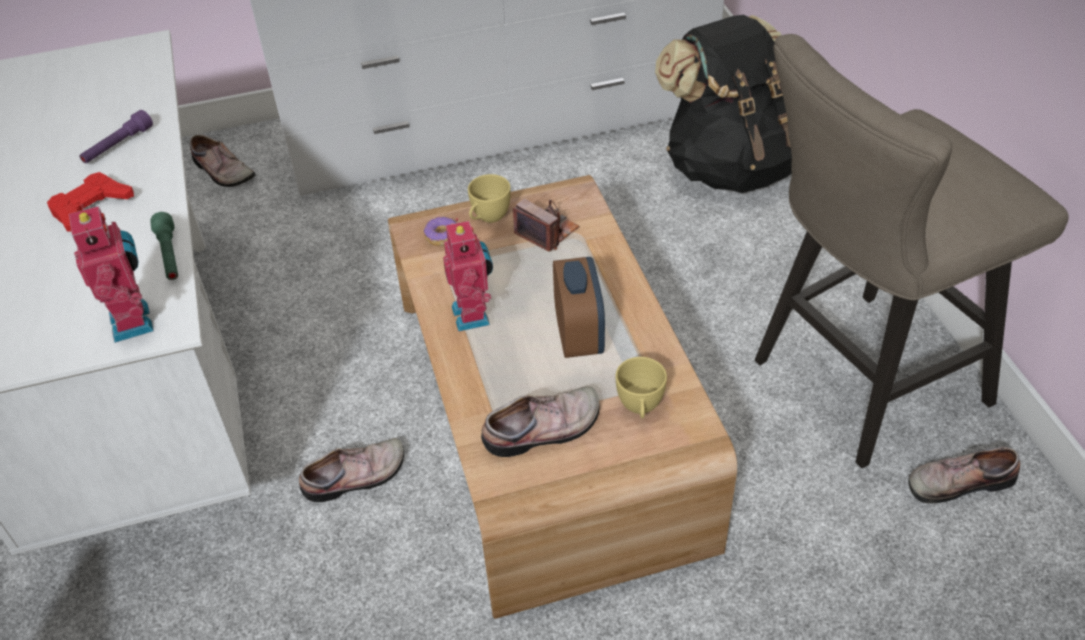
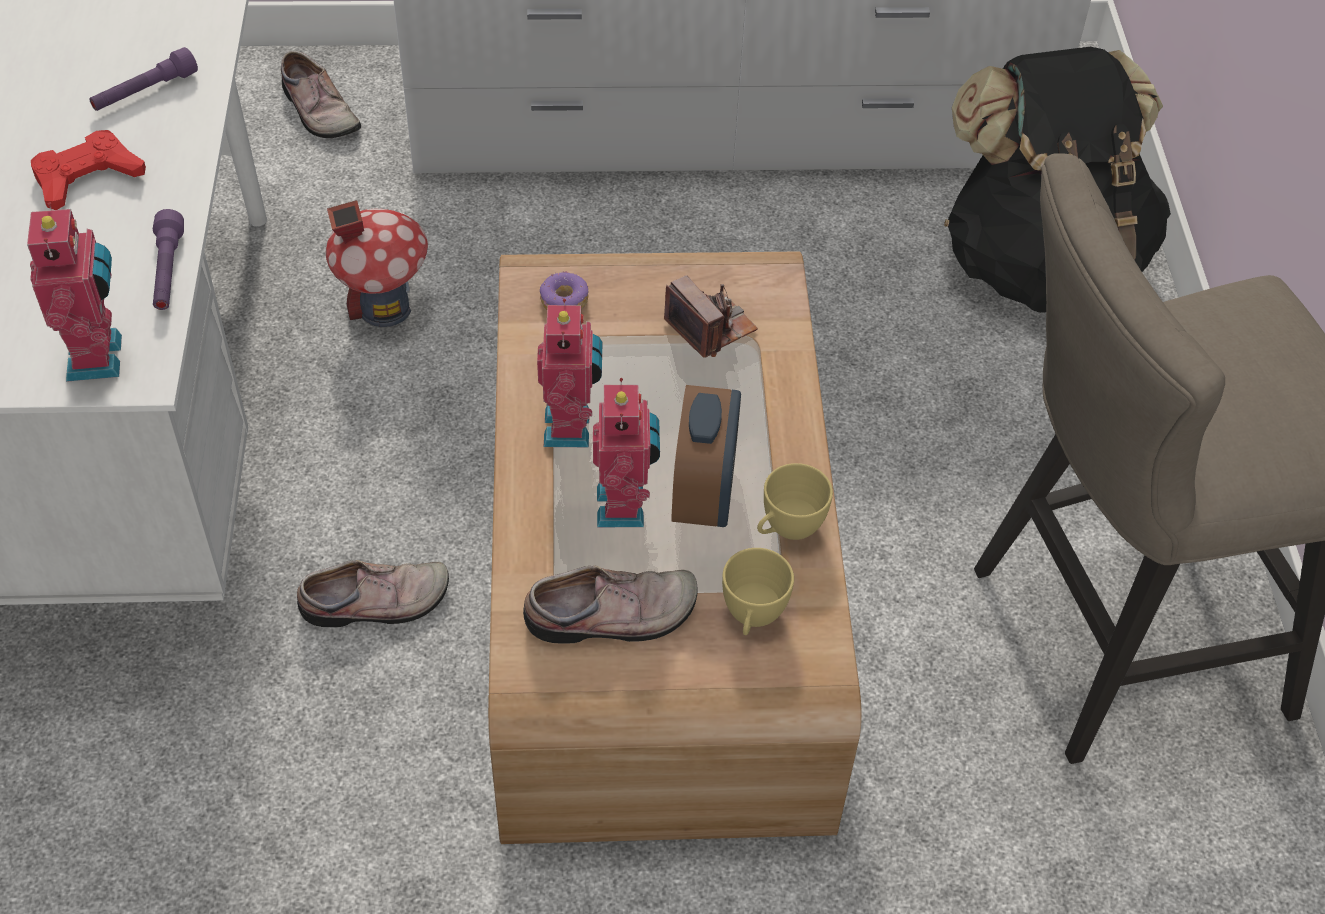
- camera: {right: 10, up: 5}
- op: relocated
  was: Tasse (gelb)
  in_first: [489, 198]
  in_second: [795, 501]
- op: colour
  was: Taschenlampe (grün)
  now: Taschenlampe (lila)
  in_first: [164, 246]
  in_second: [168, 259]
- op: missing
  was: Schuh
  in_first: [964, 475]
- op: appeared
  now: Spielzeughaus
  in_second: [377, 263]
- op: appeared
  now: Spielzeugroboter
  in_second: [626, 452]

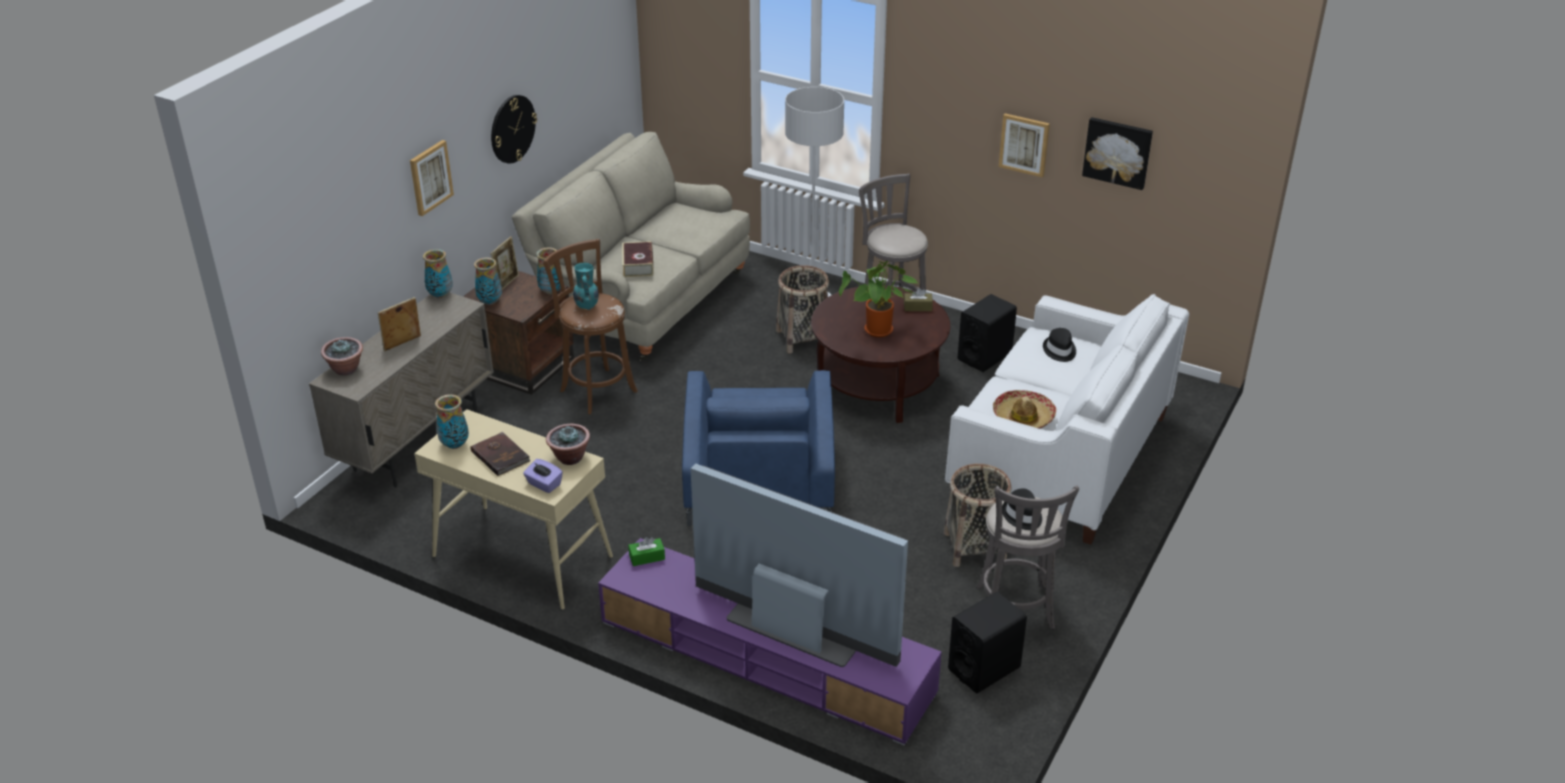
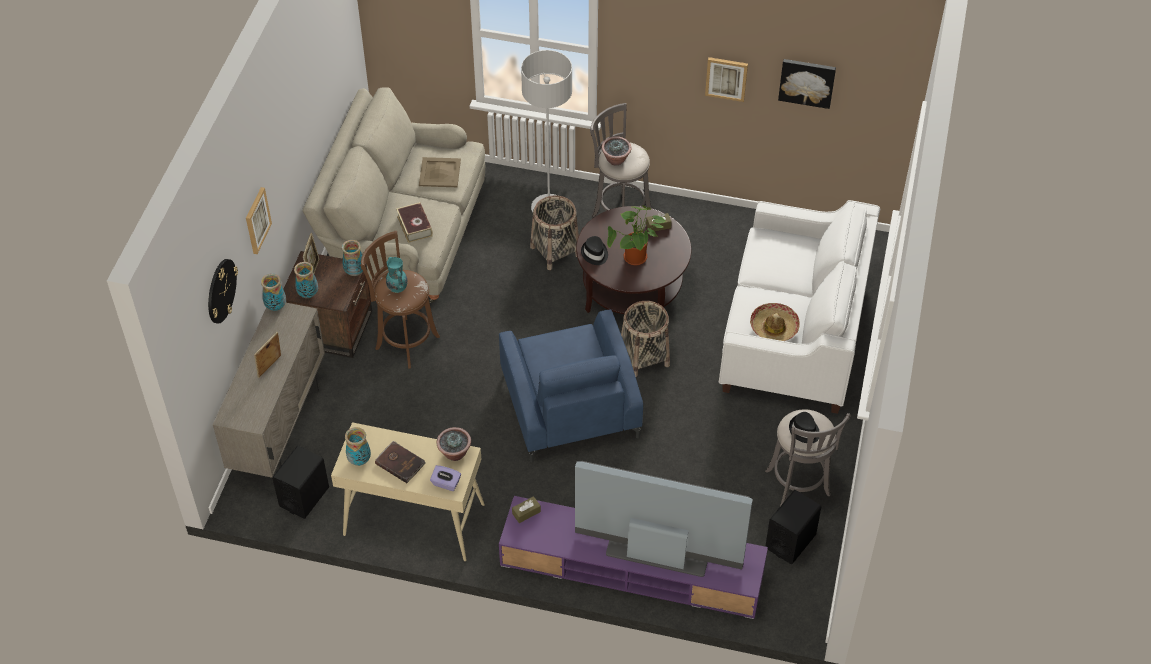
- camera: {right: -15, up: 15}
- op: relocated
  was: Wanduhr
  in_first: [514, 129]
  in_second: [223, 291]
- op: relocated
  was: Lautsprecher (schwarz)
  in_first: [987, 333]
  in_second: [300, 482]
- op: relocated
  was: Hut (schwarz)
  in_first: [1059, 345]
  in_second: [594, 250]
- op: relocated
  was: Topfpflanze
  in_first: [342, 356]
  in_second: [616, 150]
- op: relocated
  was: Korb
  in_first: [978, 515]
  in_second: [645, 339]
- op: colour
  was: Taschentuchbox (grün)
  now: Taschentuchbox (braun)
  in_first: [646, 551]
  in_second: [526, 509]
- op: appeared
  now: Tablett (beige)
  in_second: [440, 172]

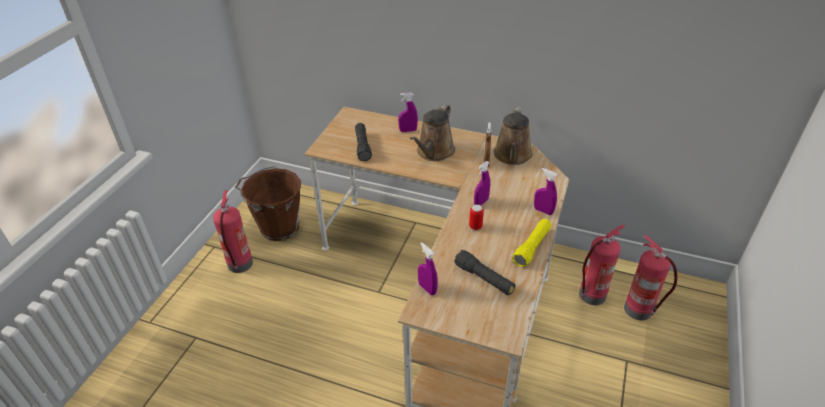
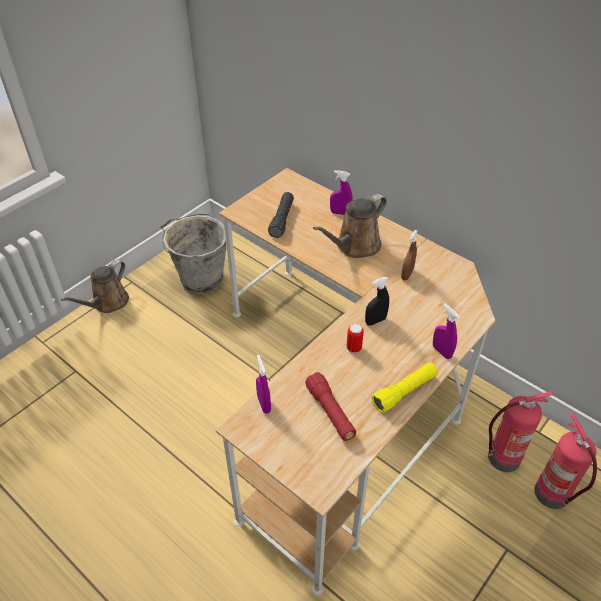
- camera: {right: 20, up: 5}
- op: relocated
  was: Gießkanne (braun)
  in_first: [513, 136]
  in_second: [95, 286]
- op: colour
  was: Sprühflasche (lila)
  now: Sprühflasche (schwarz)
  in_first: [482, 183]
  in_second: [377, 301]
- op: colour
  was: Eimer (braun)
  now: Eimer (grau)
  in_first: [268, 203]
  in_second: [193, 254]
- op: missing
  was: Feuerlöscher
  in_first: [233, 232]
- op: colour
  was: Taschenlampe (schwarz)
  now: Taschenlampe (rot)
  in_first: [484, 272]
  in_second: [330, 406]

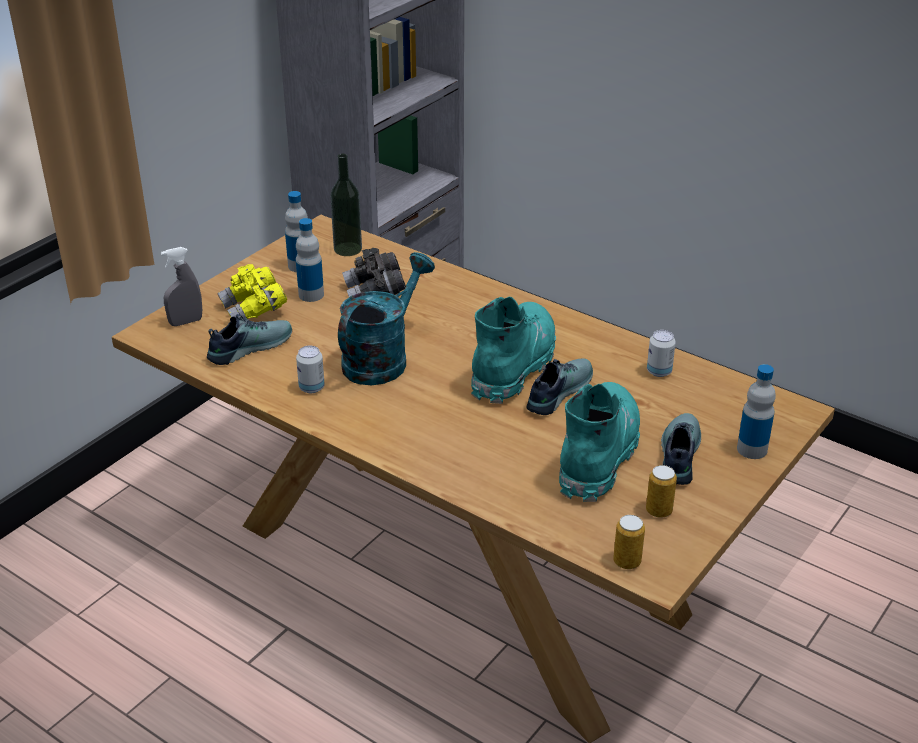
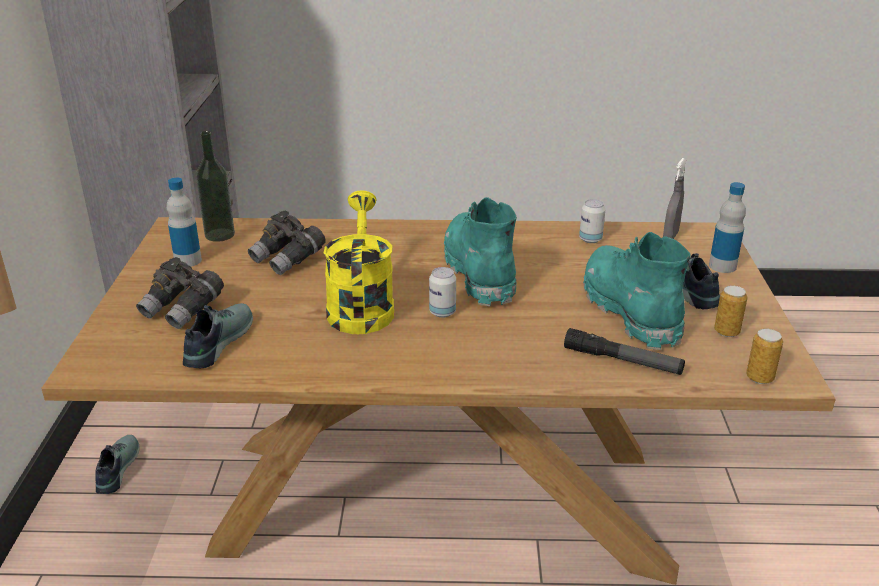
- camera: {right: -35, up: -5}
- op: missing
  was: Flasche
  in_first: [310, 260]
- op: relocated
  was: Sprühflasche (grau)
  in_first: [181, 286]
  in_second: [674, 198]
- op: colour
  was: Gießkanne (türkis)
  now: Gießkanne (gelb)
  in_first: [386, 318]
  in_second: [359, 262]
- op: colour
  was: Fernglas (gelb)
  now: Fernglas (grau)
  in_first: [252, 291]
  in_second: [180, 293]
- op: relocated
  was: Dose
  in_first: [310, 369]
  in_second: [442, 292]
- op: relocated
  was: Schuh
  in_first: [559, 386]
  in_second: [117, 464]
- op: appeared
  now: Taschenlampe
  in_second: [624, 351]

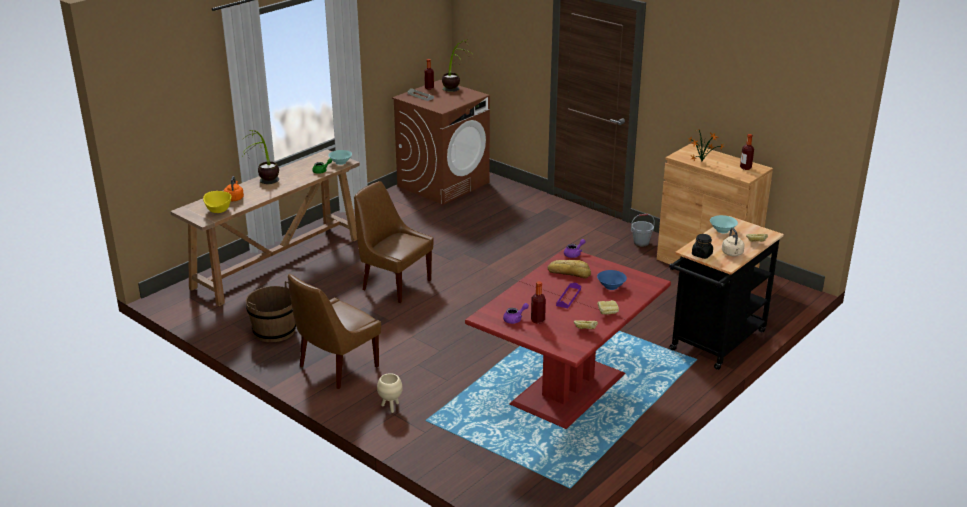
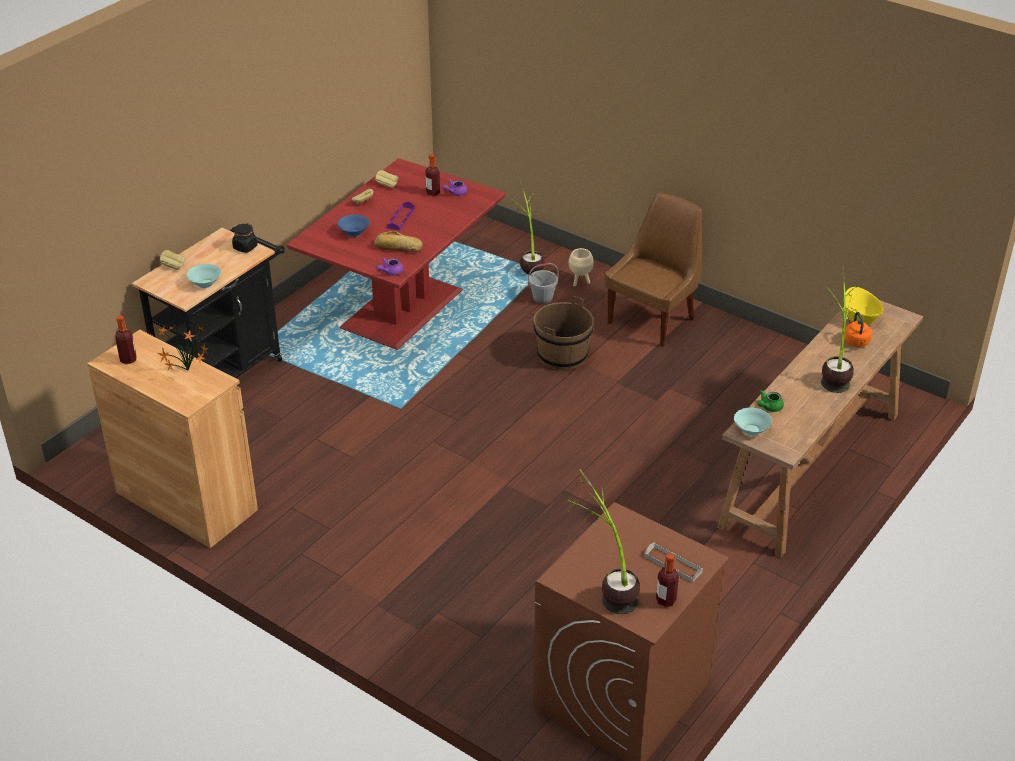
- camera: {right: 175, up: 10}
- op: missing
  was: Stuhl (braun)
  in_first: [393, 242]
- op: relocated
  was: Eimer (grau)
  in_first: [643, 230]
  in_second: [543, 283]
- op: missing
  was: Wasserkessel (beige)
  in_first: [733, 242]
- op: relocated
  was: Eimer (braun)
  in_first: [271, 311]
  in_second: [564, 333]
- op: appeared
  now: Topfpflanze
  in_second: [527, 226]

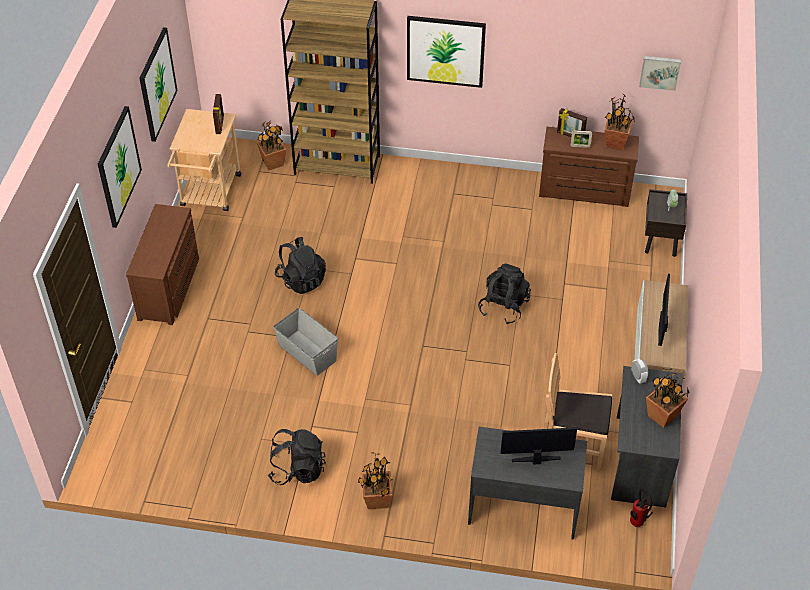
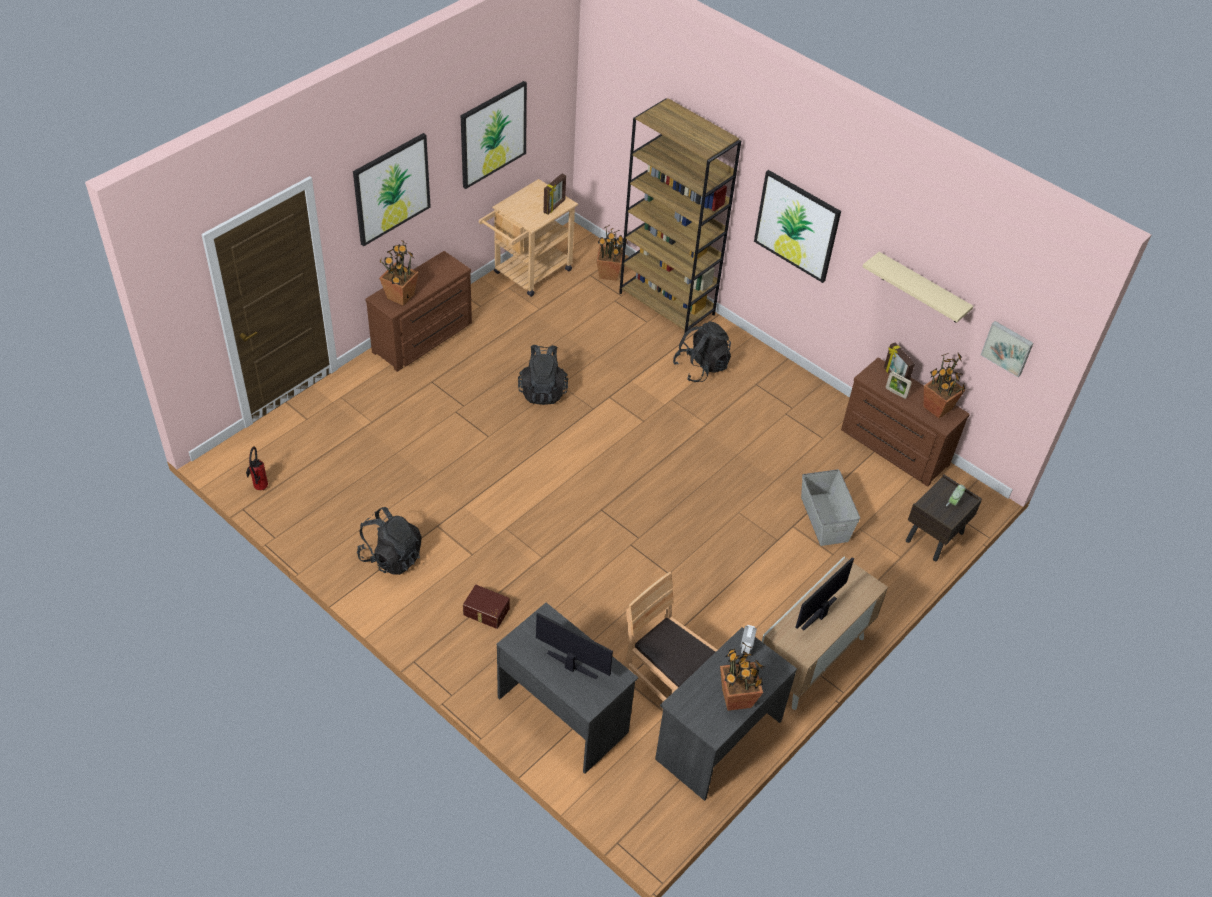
- camera: {right: 30, up: 0}
- op: relocated
  was: Rucksack (schwarz)
  in_first: [504, 294]
  in_second: [702, 351]
- op: relocated
  was: Aufbewahrungsbox (grau)
  in_first: [305, 342]
  in_second: [830, 507]
- op: relocated
  was: Topfpflanze
  in_first: [375, 480]
  in_second: [399, 272]
- op: relocated
  was: Feuerlöscher
  in_first: [641, 508]
  in_second: [257, 468]
- op: appeared
  now: Wandregal (beige)
  in_second: [918, 287]
- op: appeared
  now: Aufbewahrungsbox (braun)
  in_second: [486, 607]

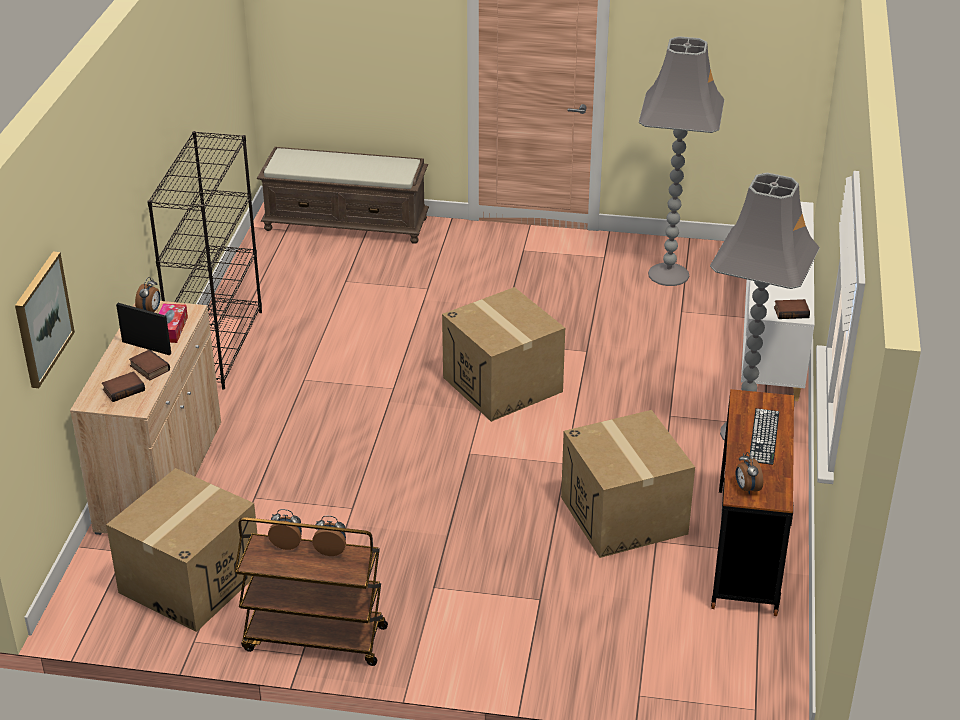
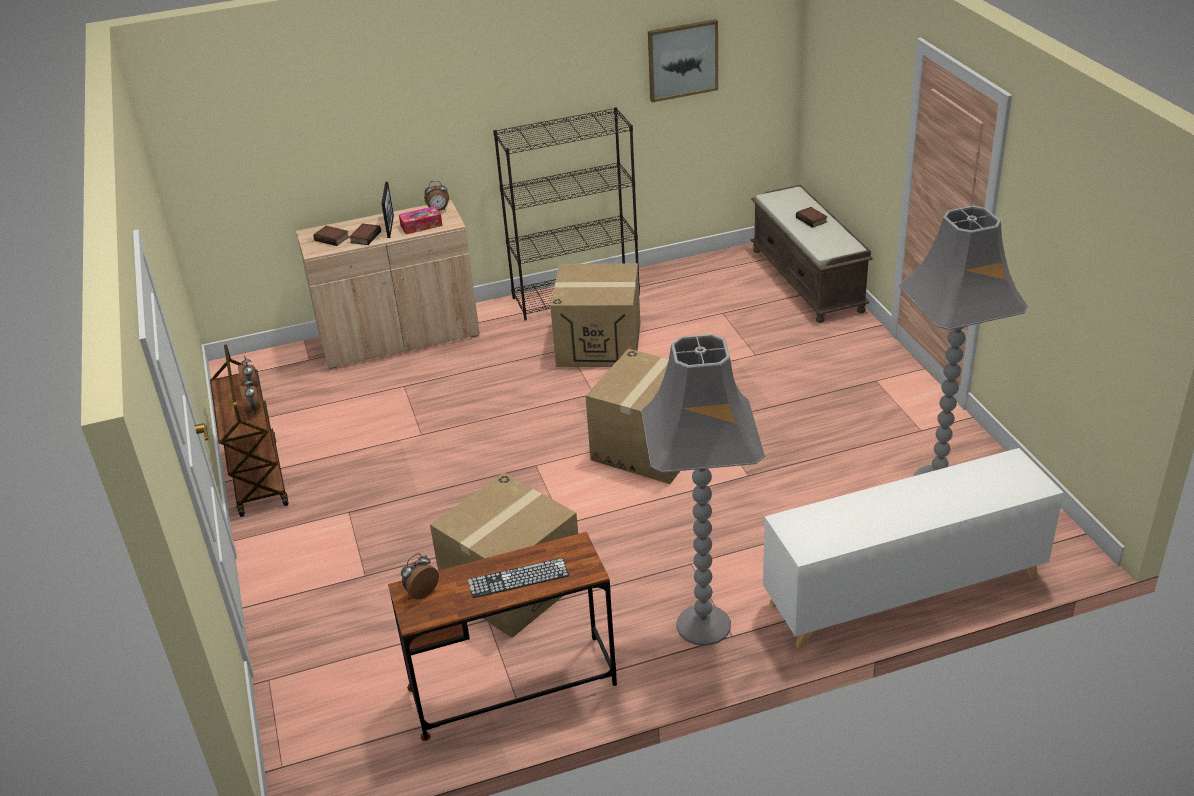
- camera: {right: 65, up: 0}
- op: relocated
  was: Bild
  in_first: [45, 320]
  in_second: [683, 60]
- op: relocated
  was: Buch
  in_first: [792, 309]
  in_second: [812, 217]
- op: relocated
  was: Karton
  in_first: [181, 550]
  in_second: [595, 315]

